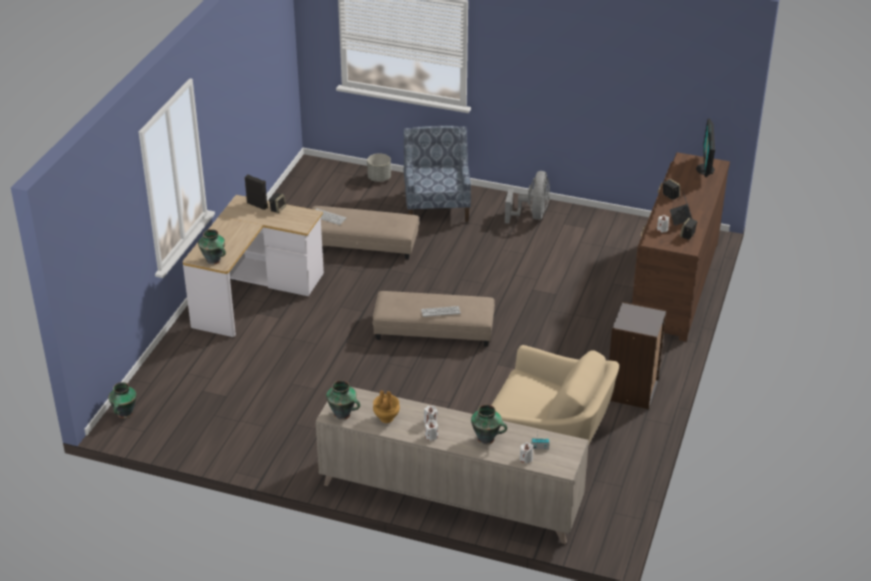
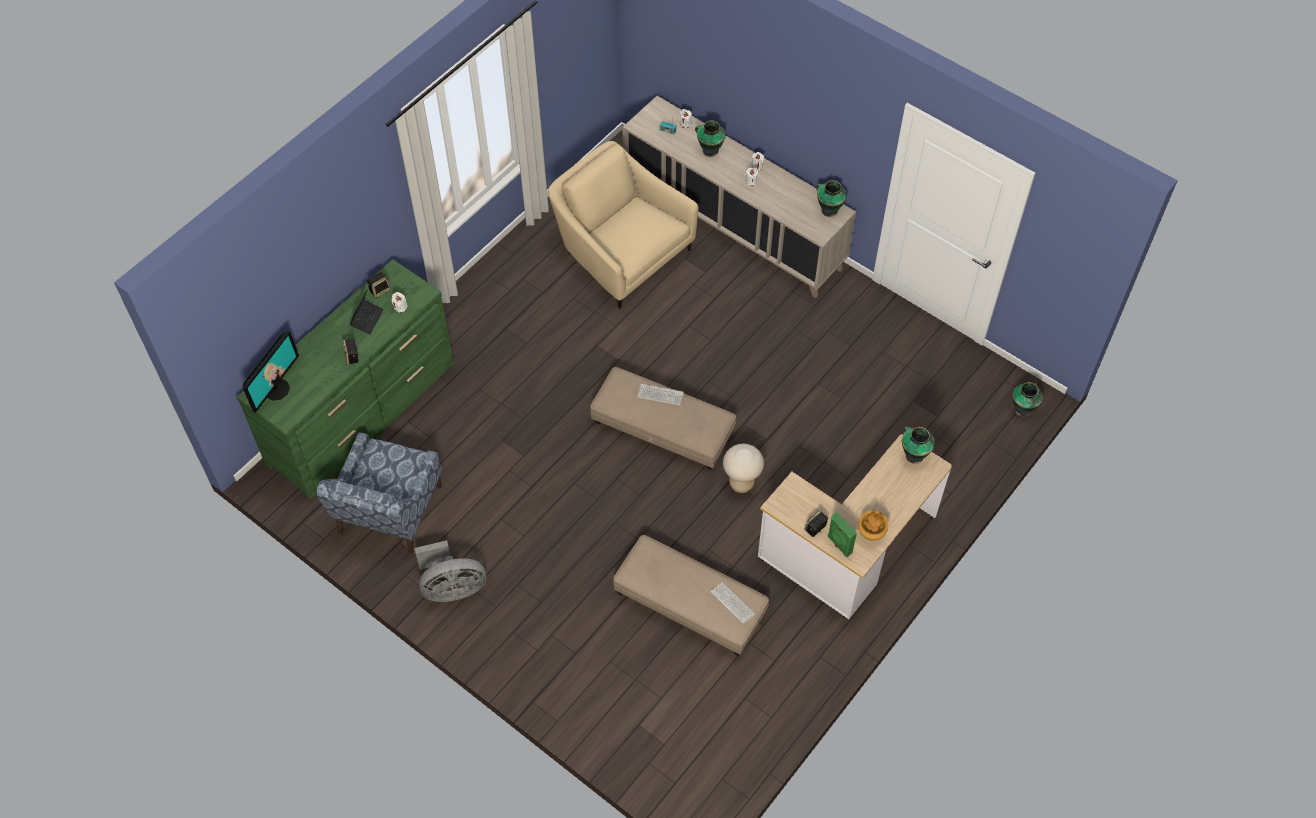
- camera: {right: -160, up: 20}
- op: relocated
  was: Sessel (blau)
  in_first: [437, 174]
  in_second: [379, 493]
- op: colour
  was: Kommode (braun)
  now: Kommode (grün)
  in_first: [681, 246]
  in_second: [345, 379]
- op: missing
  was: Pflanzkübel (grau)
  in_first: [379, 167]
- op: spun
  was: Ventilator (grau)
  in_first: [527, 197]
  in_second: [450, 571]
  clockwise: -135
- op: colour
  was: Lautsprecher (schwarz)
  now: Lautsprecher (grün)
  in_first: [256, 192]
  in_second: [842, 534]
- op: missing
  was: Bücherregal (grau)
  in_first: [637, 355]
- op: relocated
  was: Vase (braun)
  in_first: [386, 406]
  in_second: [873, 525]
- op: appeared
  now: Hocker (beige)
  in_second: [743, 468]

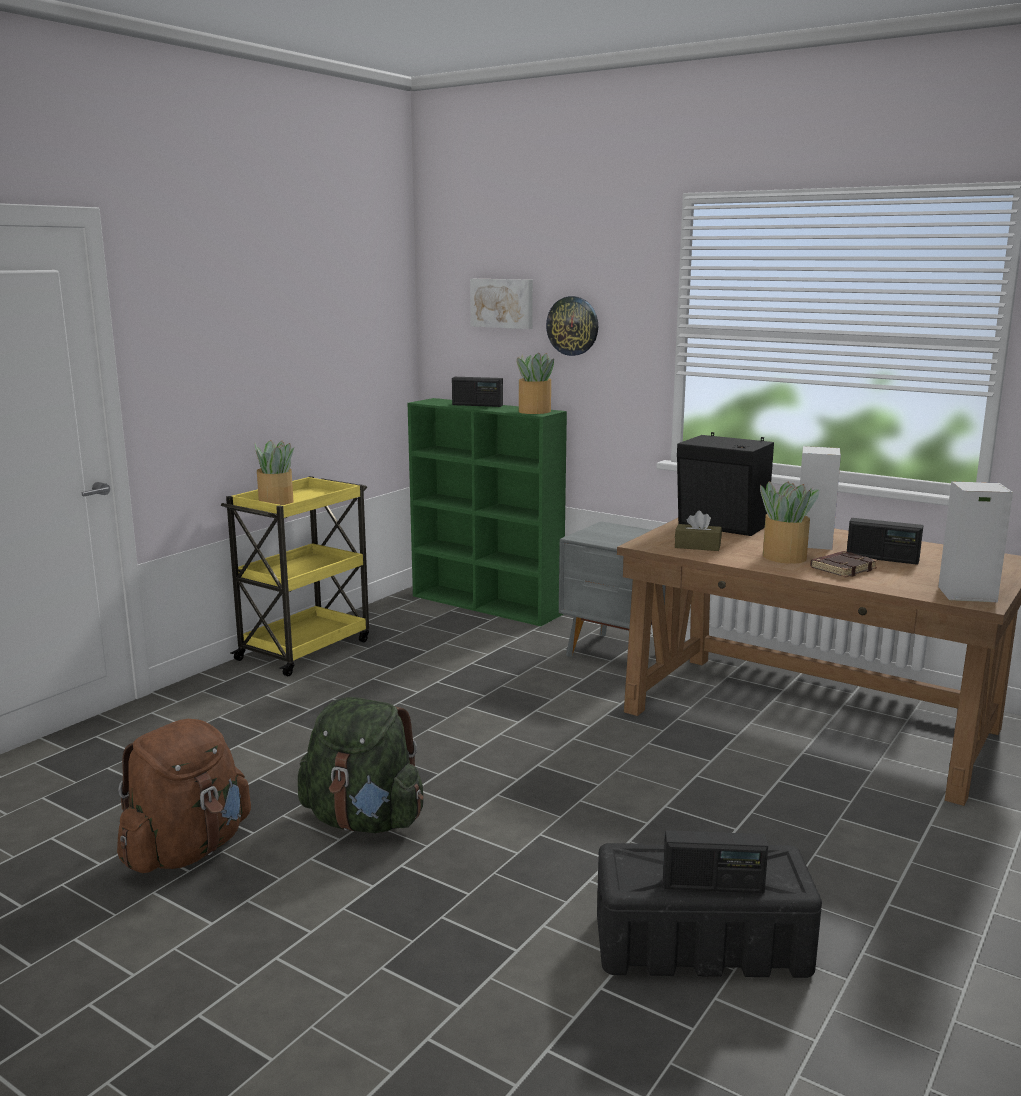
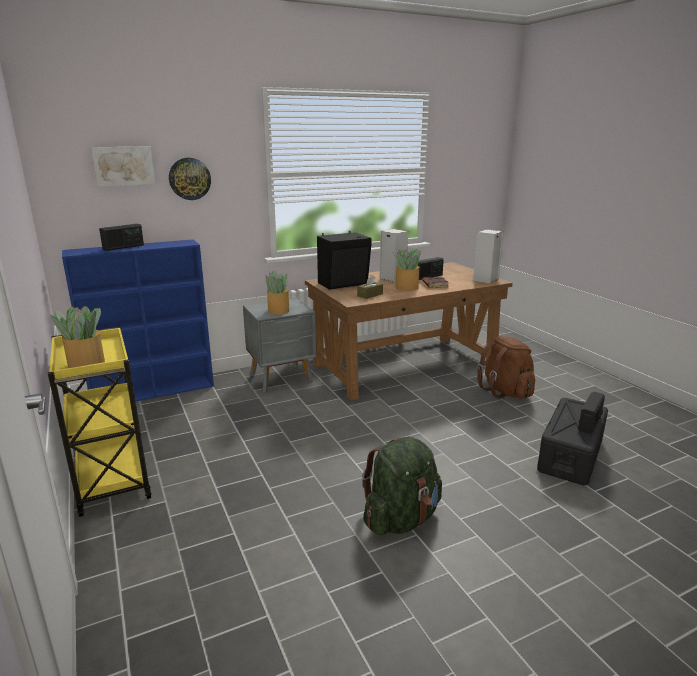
- camera: {right: -60, up: 5}
- op: relocated
  was: Topfpflanze
  in_first: [535, 383]
  in_second: [277, 292]
- op: colour
  was: Bücherregal (grün)
  now: Bücherregal (blau)
  in_first: [487, 512]
  in_second: [138, 320]
- op: relocated
  was: Rucksack (braun)
  in_first: [184, 796]
  in_second: [506, 367]

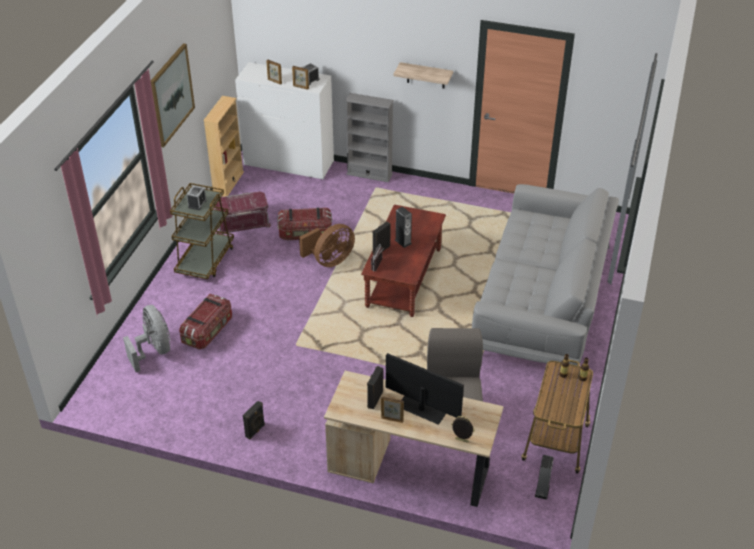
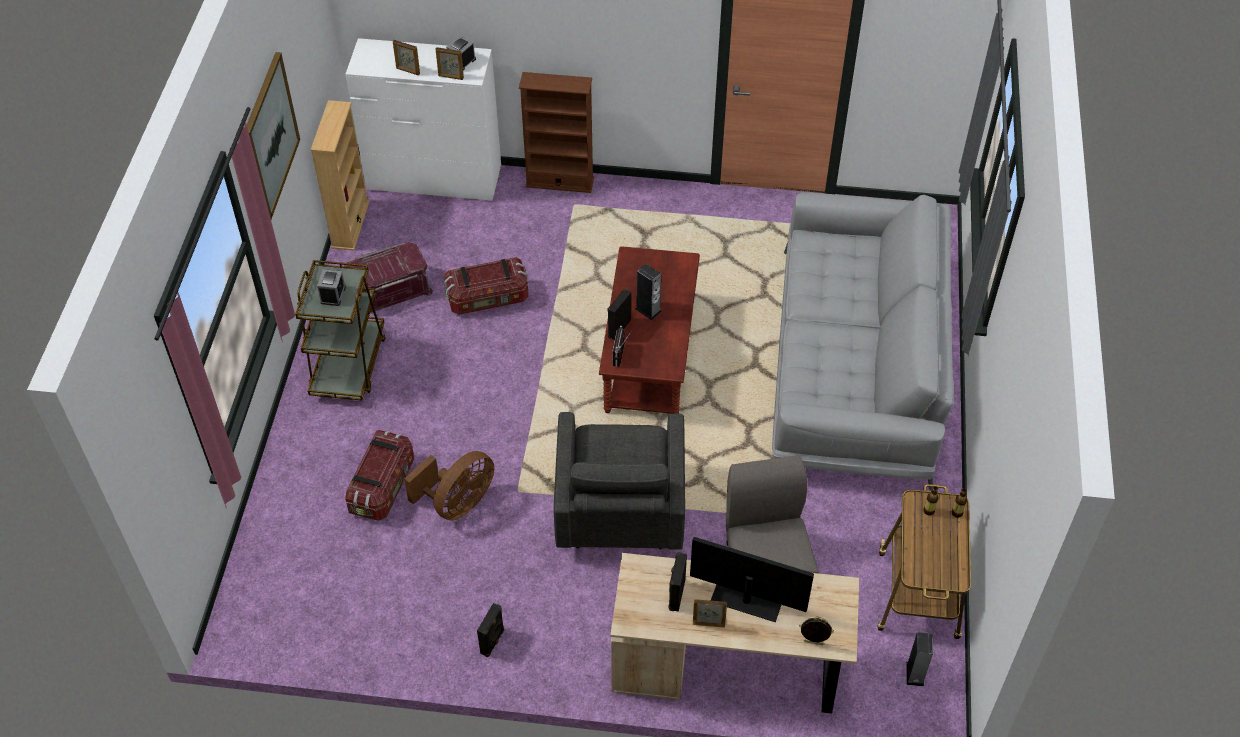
- camera: {right: -10, up: 10}
- op: missing
  was: Wandregal
  in_first: [423, 75]
- op: colour
  was: Bücherregal (grau)
  now: Bücherregal (braun)
  in_first: [369, 137]
  in_second: [556, 132]
- op: relocated
  was: Ventilator (braun)
  in_first: [327, 245]
  in_second: [449, 486]
- op: missing
  was: Ventilator (grau)
  in_first: [147, 338]
- op: appeared
  now: Sessel (grau)
  in_second: [619, 481]

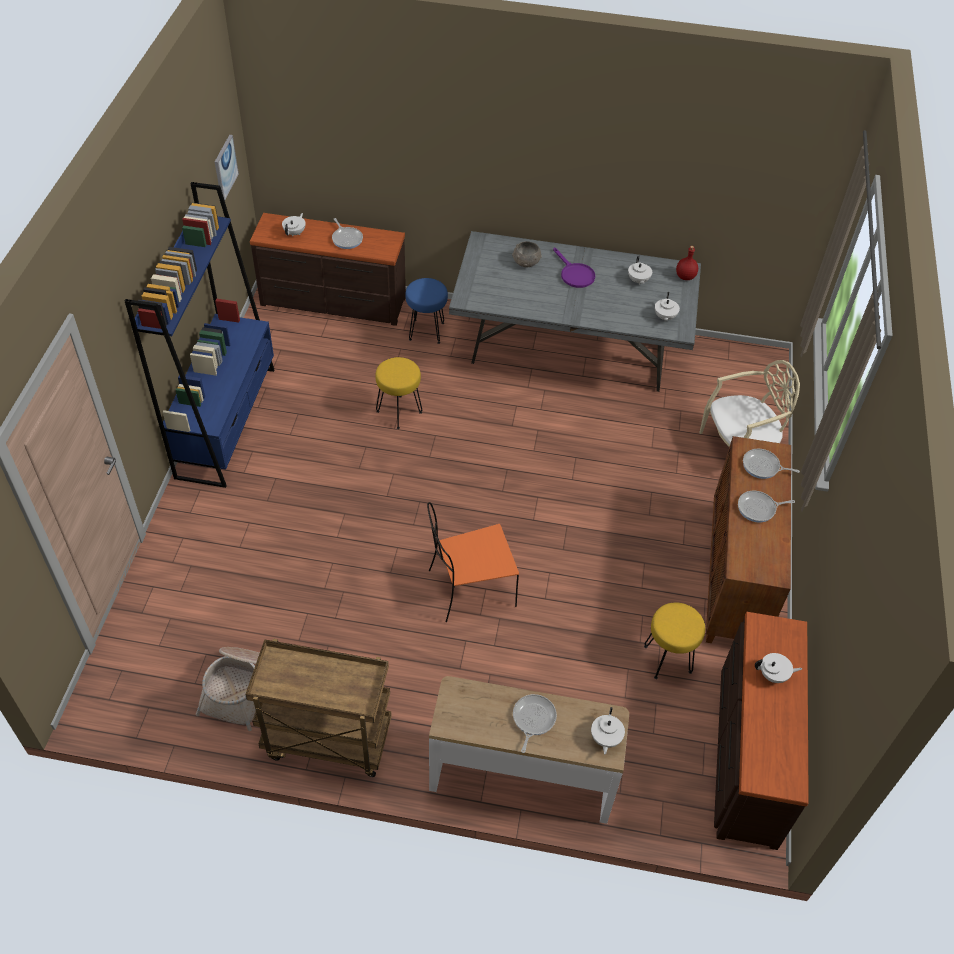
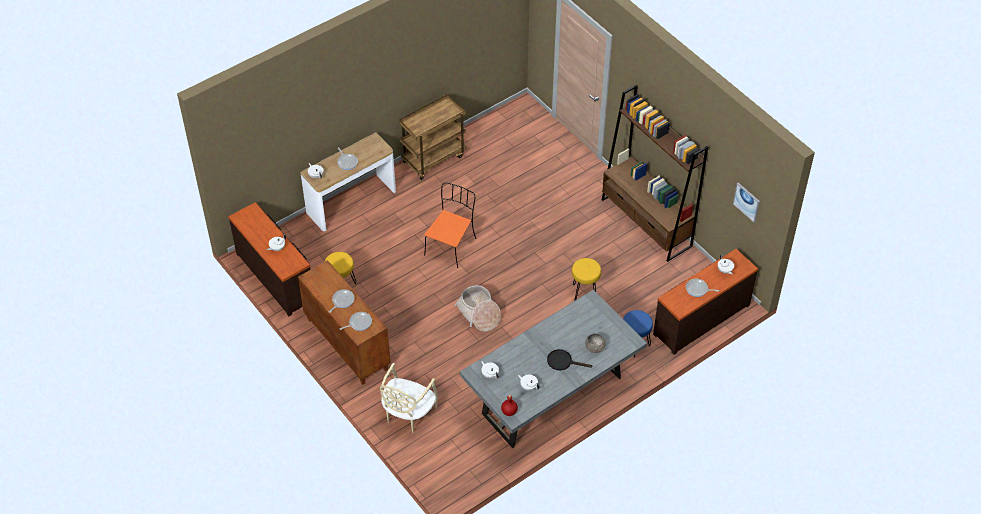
- camera: {right: 135, up: 0}
- op: colour
  was: Bücherregal (blau)
  now: Bücherregal (braun)
  in_first: [199, 335]
  in_second: [655, 173]
- op: colour
  was: Pfanne (lila)
  now: Pfanne (schwarz)
  in_first: [574, 267]
  in_second: [570, 359]
- op: relocated
  was: Korb
  in_first: [228, 689]
  in_second: [477, 308]

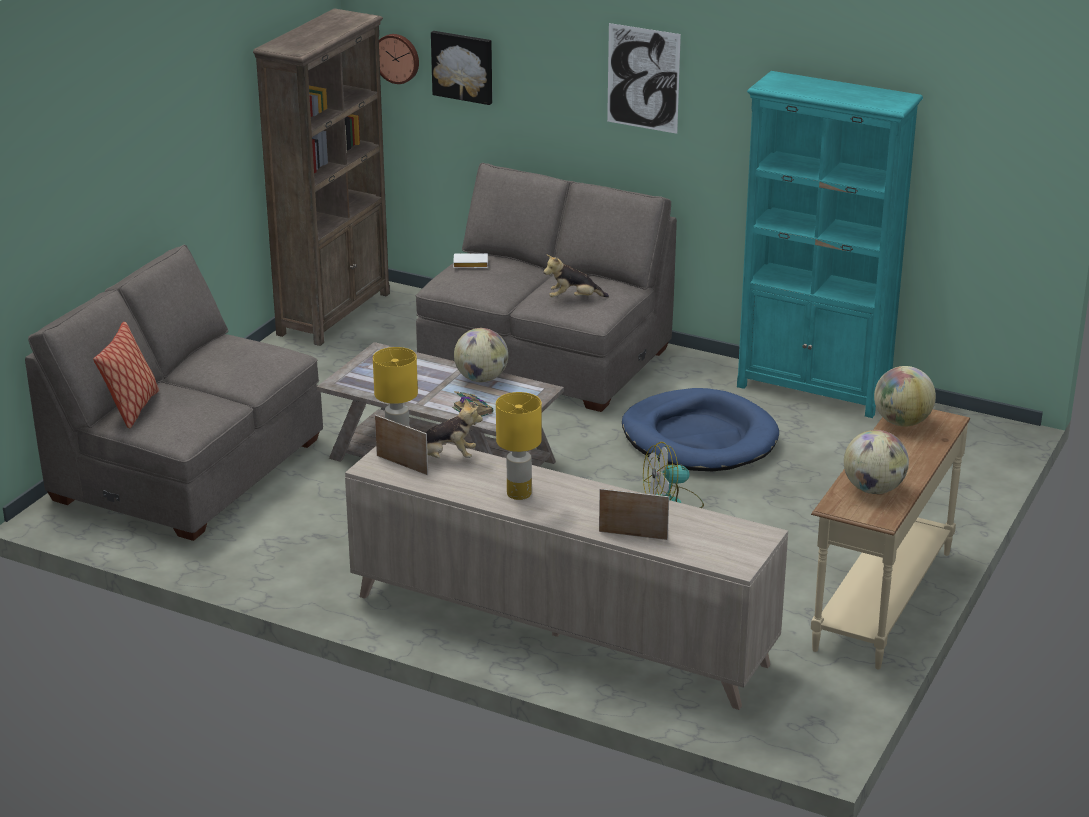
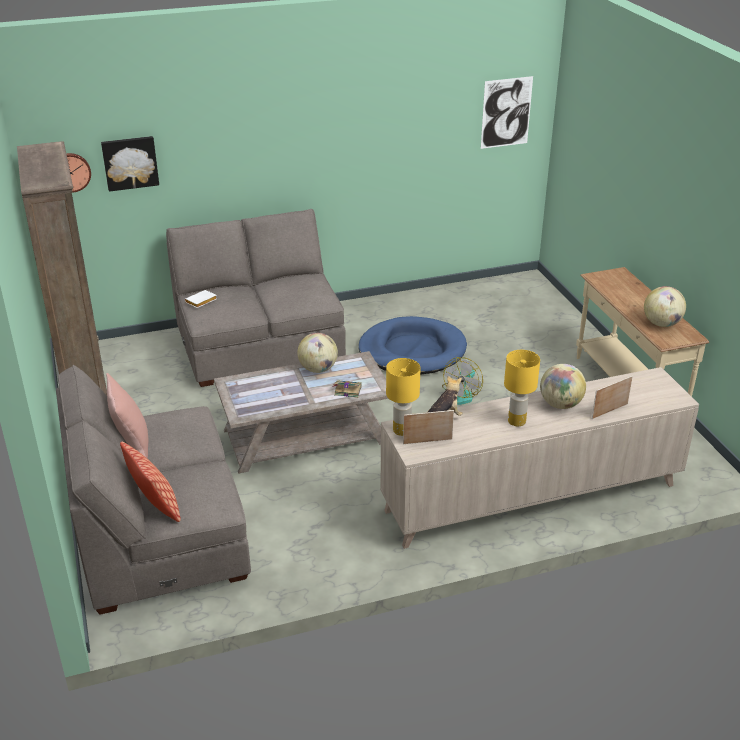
- camera: {right: -45, up: 5}
- op: relocated
  was: Bild
  in_first: [644, 78]
  in_second: [507, 112]
- op: missing
  was: Bücherregal (türkis)
  in_first: [830, 244]
- op: missing
  was: Plüschtier
  in_first: [576, 275]
- op: relocated
  was: Globus
  in_first: [905, 396]
  in_second: [563, 386]
- op: appeared
  now: Kissen (rosa)
  in_second: [127, 416]

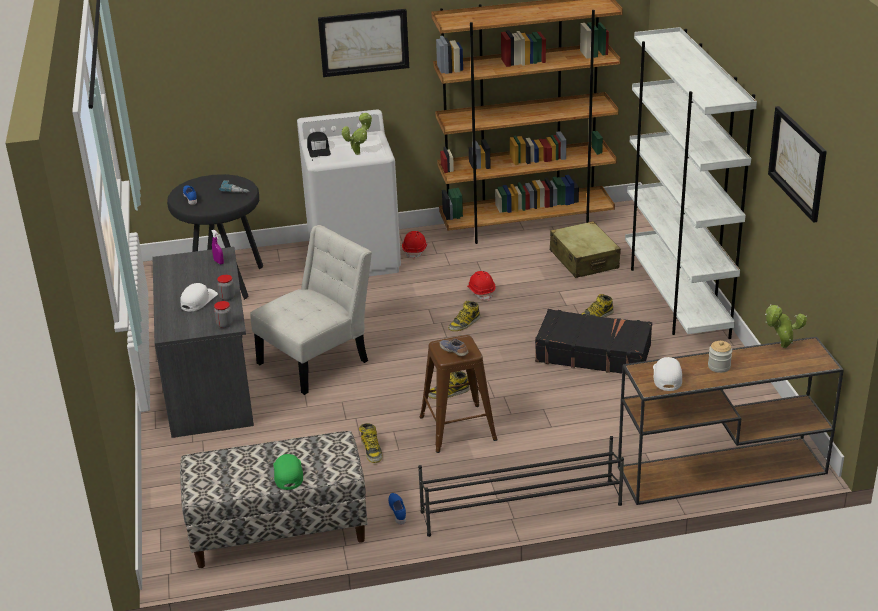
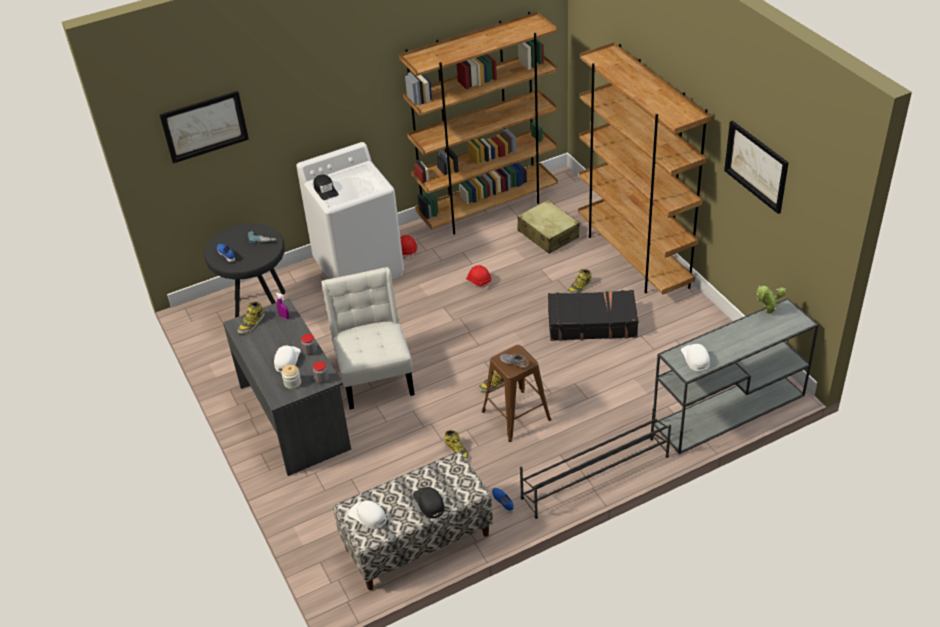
- camera: {right: -15, up: 10}
- op: relocated
  was: Bild
  in_first: [363, 43]
  in_second: [204, 127]
- op: colour
  was: Bücherregal (weiß)
  now: Bücherregal (braun)
  in_first: [691, 183]
  in_second: [644, 168]
- op: missing
  was: Topfpflanze
  in_first: [357, 134]
- op: spun
  was: Stuhl (weiß)
  in_first: [311, 310]
  in_second: [368, 338]
  clockwise: -45
- op: relocated
  was: Stiefel
  in_first: [464, 316]
  in_second: [251, 318]
- op: colour
  was: Konsolentisch (braun)
  now: Konsolentisch (grau)
  in_first: [731, 420]
  in_second: [736, 376]
- op: relocated
  was: Vorratsglas
  in_first: [720, 357]
  in_second: [291, 376]
- op: colour
  was: Kappe (grün)
  now: Kappe (schwarz)
  in_first: [288, 472]
  in_second: [429, 502]
- op: appeared
  now: Kappe (weiß)
  in_second: [367, 514]

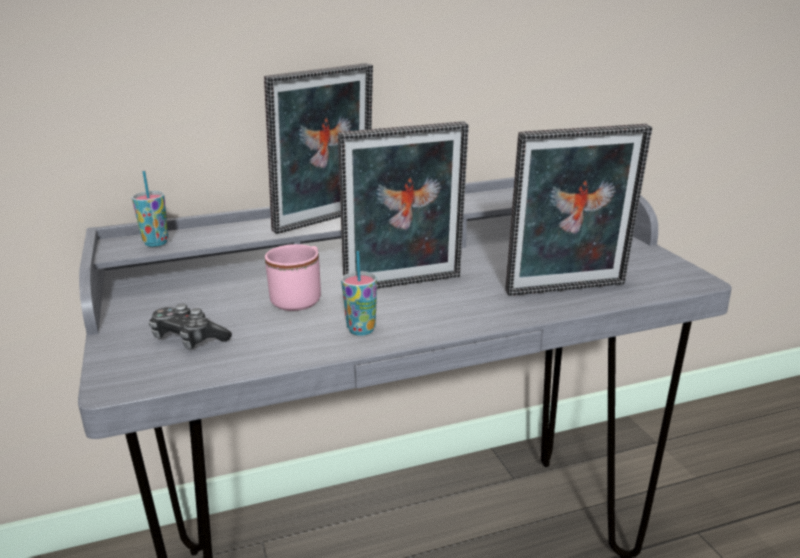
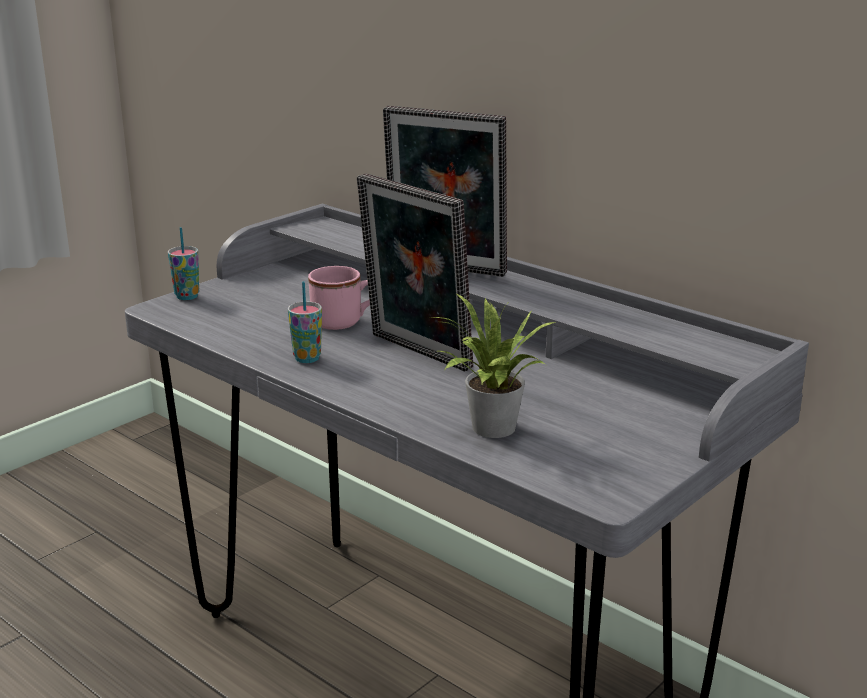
- camera: {right: 60, up: 0}
- op: exchanged
  was: Bilderrahmen
  now: Topfpflanze
  in_first: [579, 210]
  in_second: [494, 365]
- op: relocated
  was: Tasse
  in_first: [150, 209]
  in_second: [183, 263]
- op: missing
  was: Gamepad
  in_first: [190, 326]

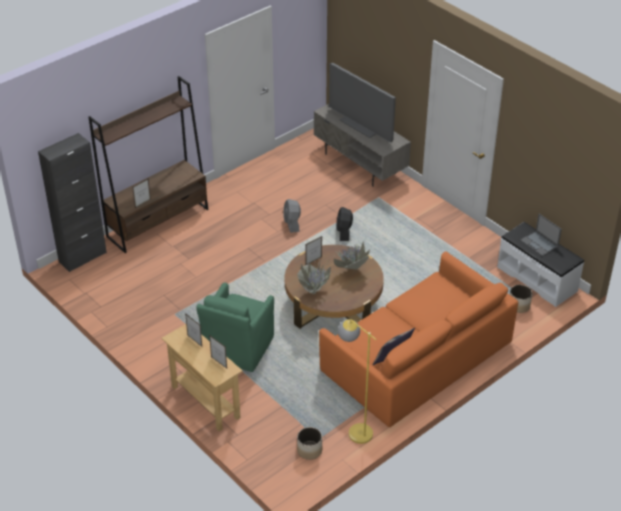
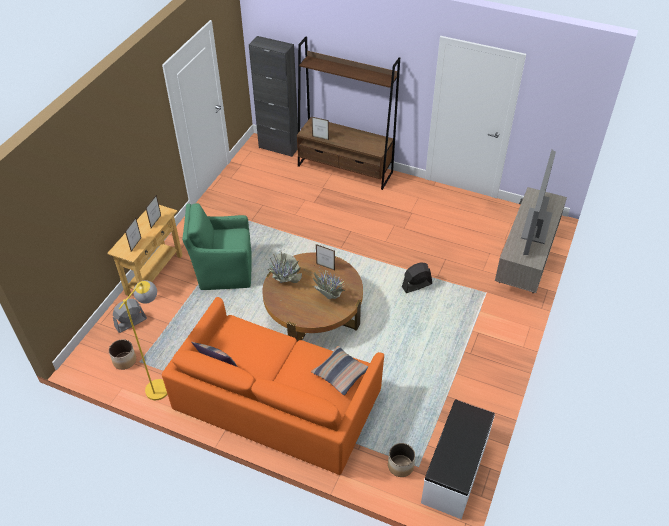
- camera: {right: 65, up: 5}
- op: relocated
  was: Ventilator (grau)
  in_first: [292, 216]
  in_second: [130, 316]
- op: missing
  was: Laptop
  in_first: [541, 235]
- op: appeared
  now: Kissen
  in_second: [339, 370]

